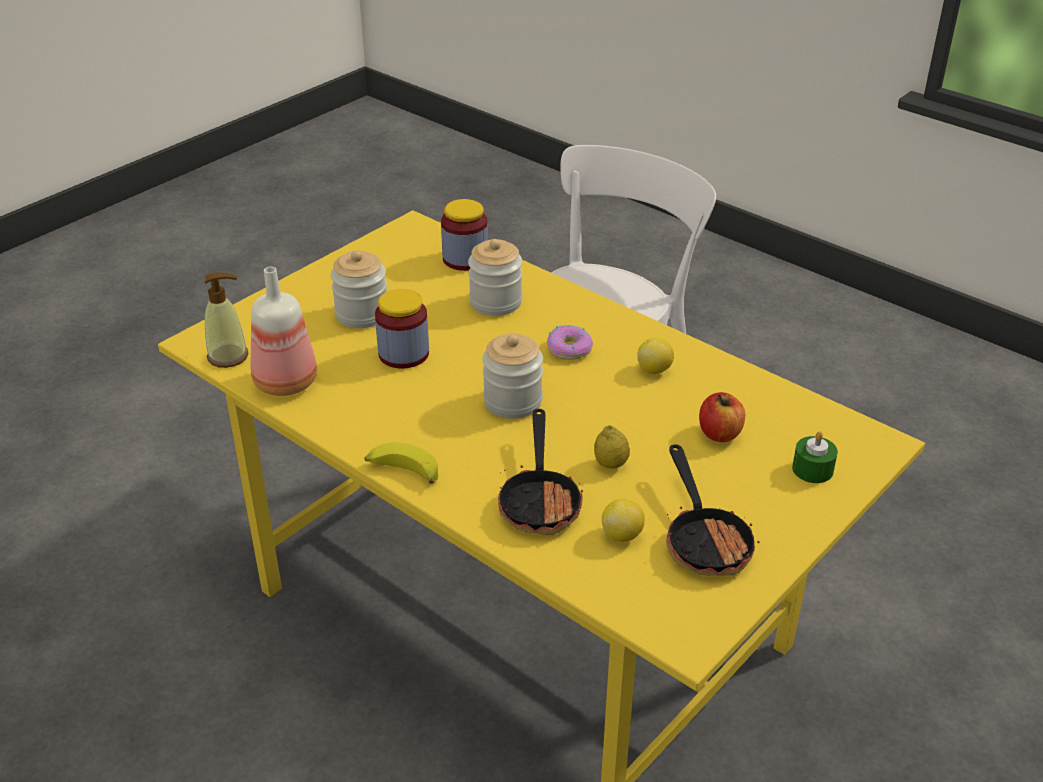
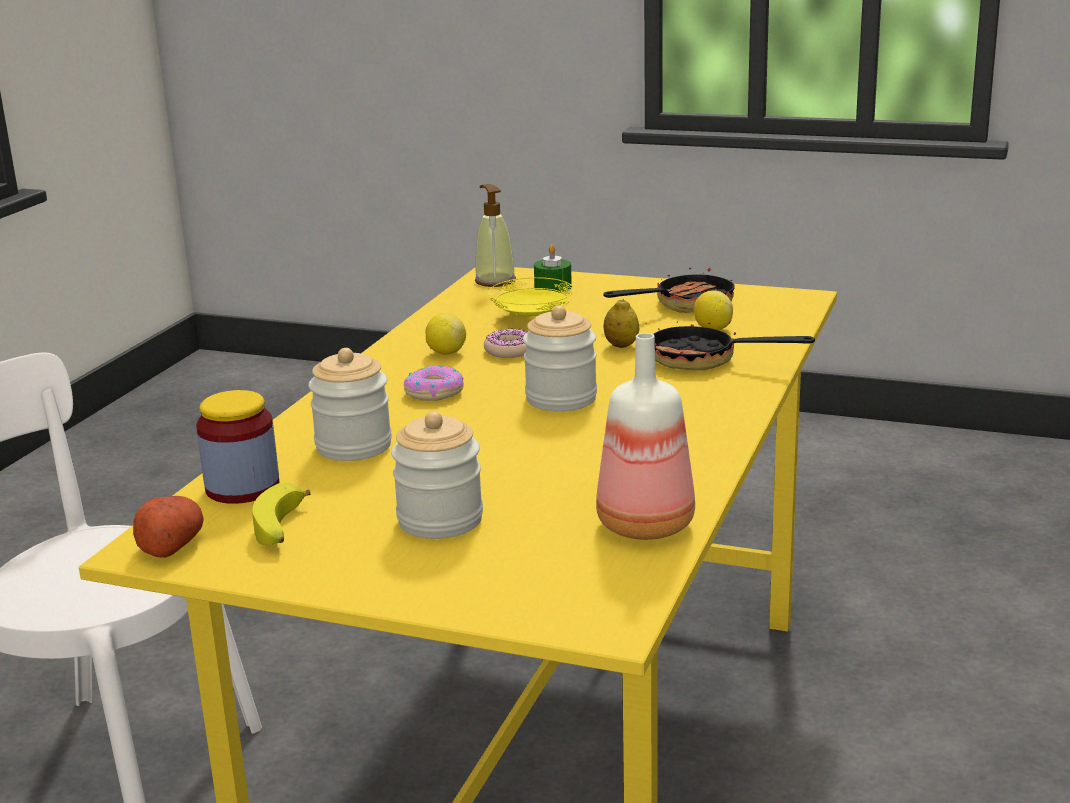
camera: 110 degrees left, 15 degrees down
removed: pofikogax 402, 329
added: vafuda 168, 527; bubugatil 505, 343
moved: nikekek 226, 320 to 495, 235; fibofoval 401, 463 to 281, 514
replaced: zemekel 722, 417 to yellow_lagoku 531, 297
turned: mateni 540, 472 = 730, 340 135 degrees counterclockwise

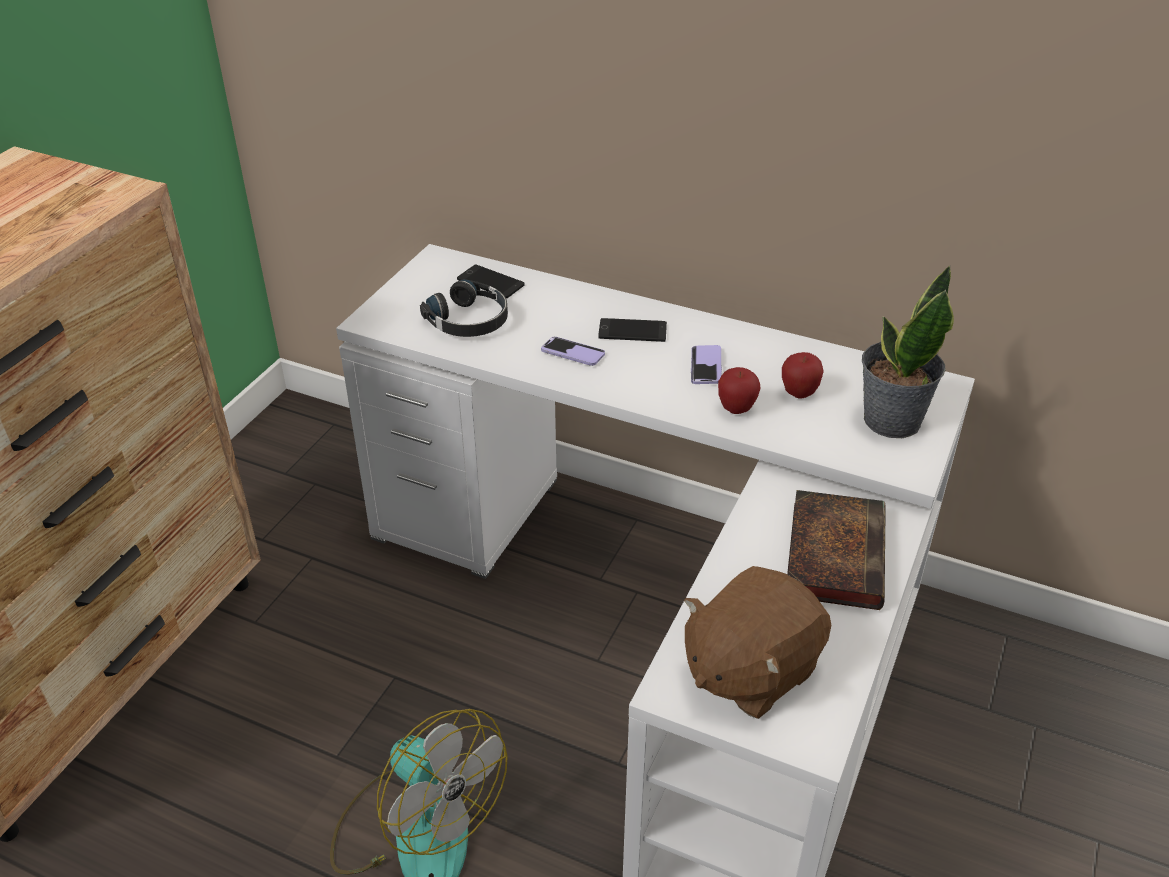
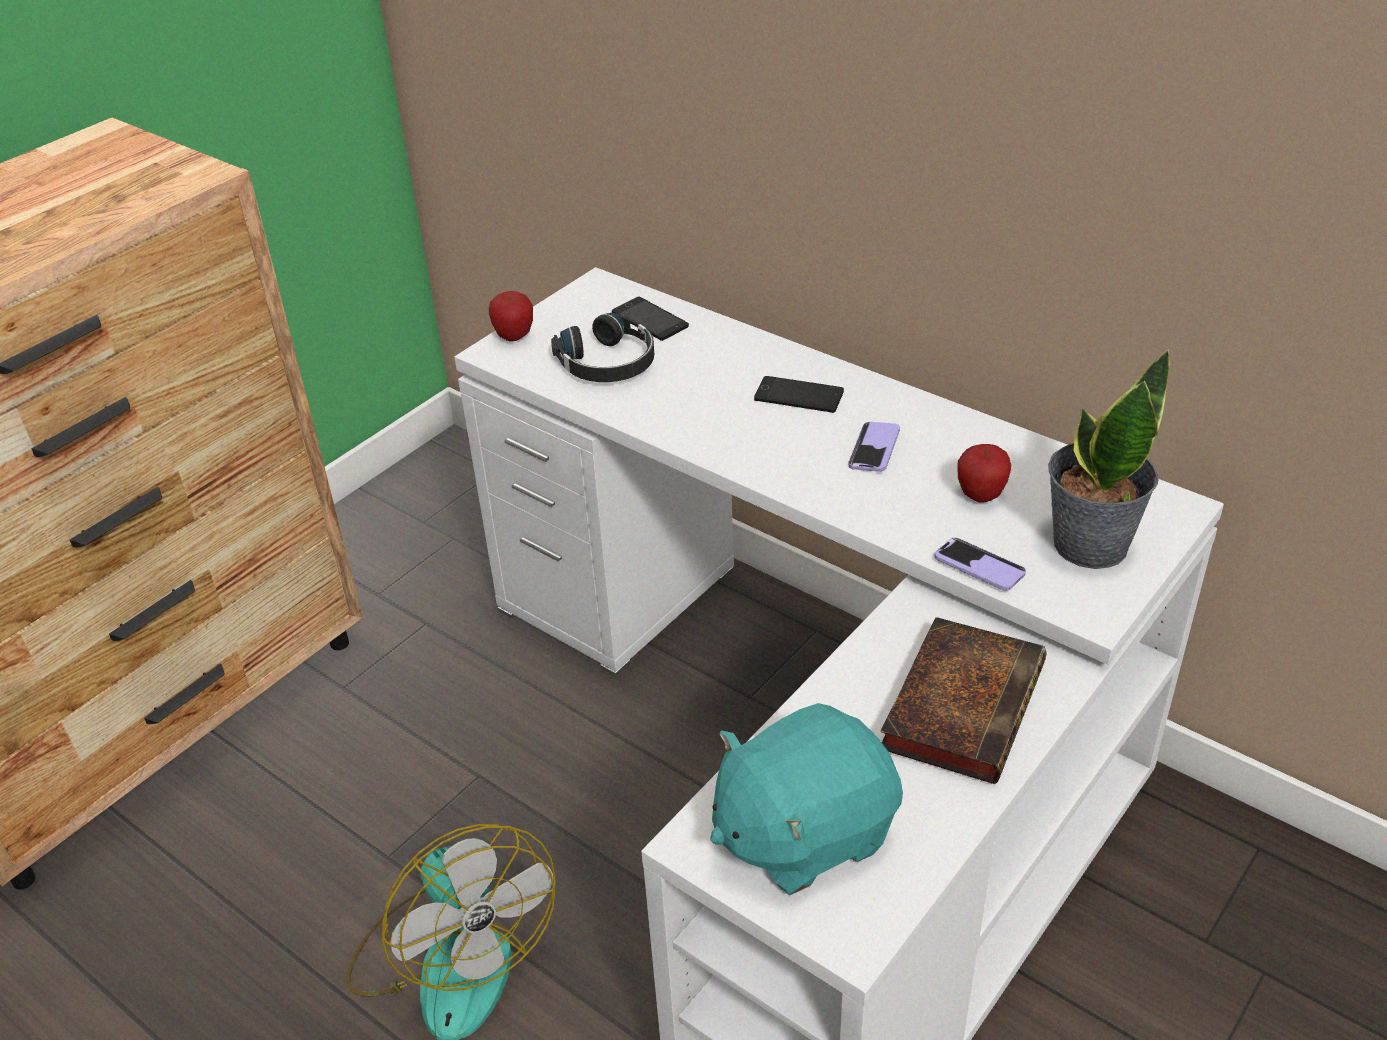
camera: 15 degrees right, 0 degrees up
moved: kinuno 573, 351 to 980, 564; zemekel 739, 390 to 511, 316
recoloured: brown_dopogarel 757, 642 to turquoise_dopogarel 806, 799

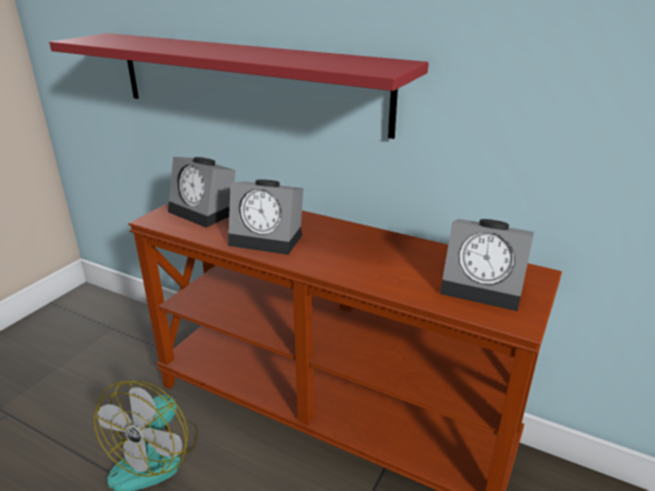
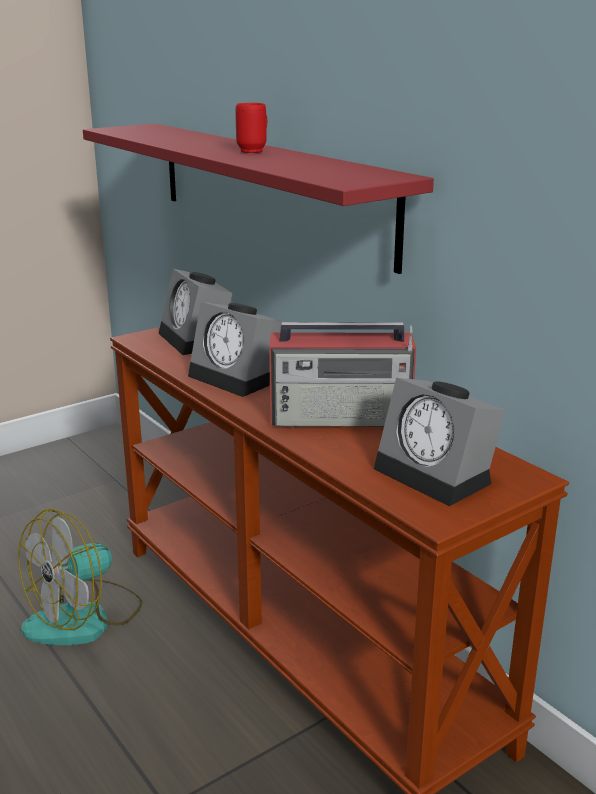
camera: 25 degrees right, 5 degrees down
added: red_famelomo 251, 128; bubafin 342, 375

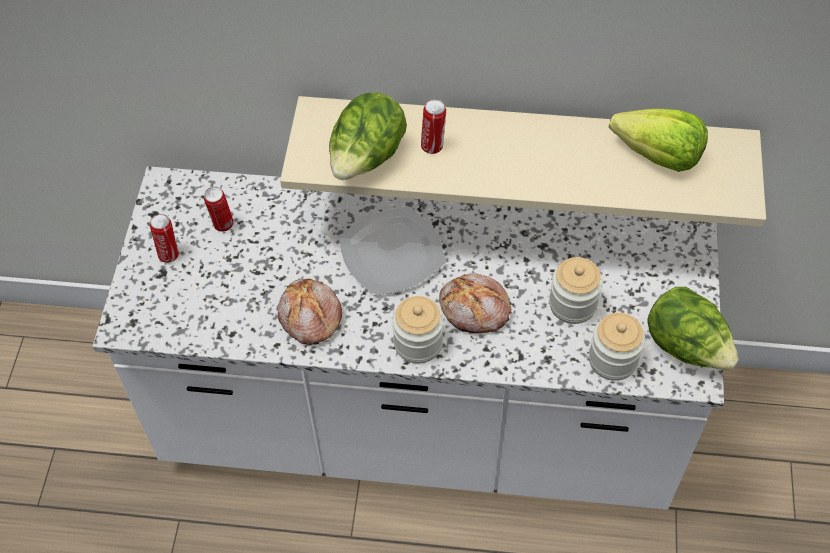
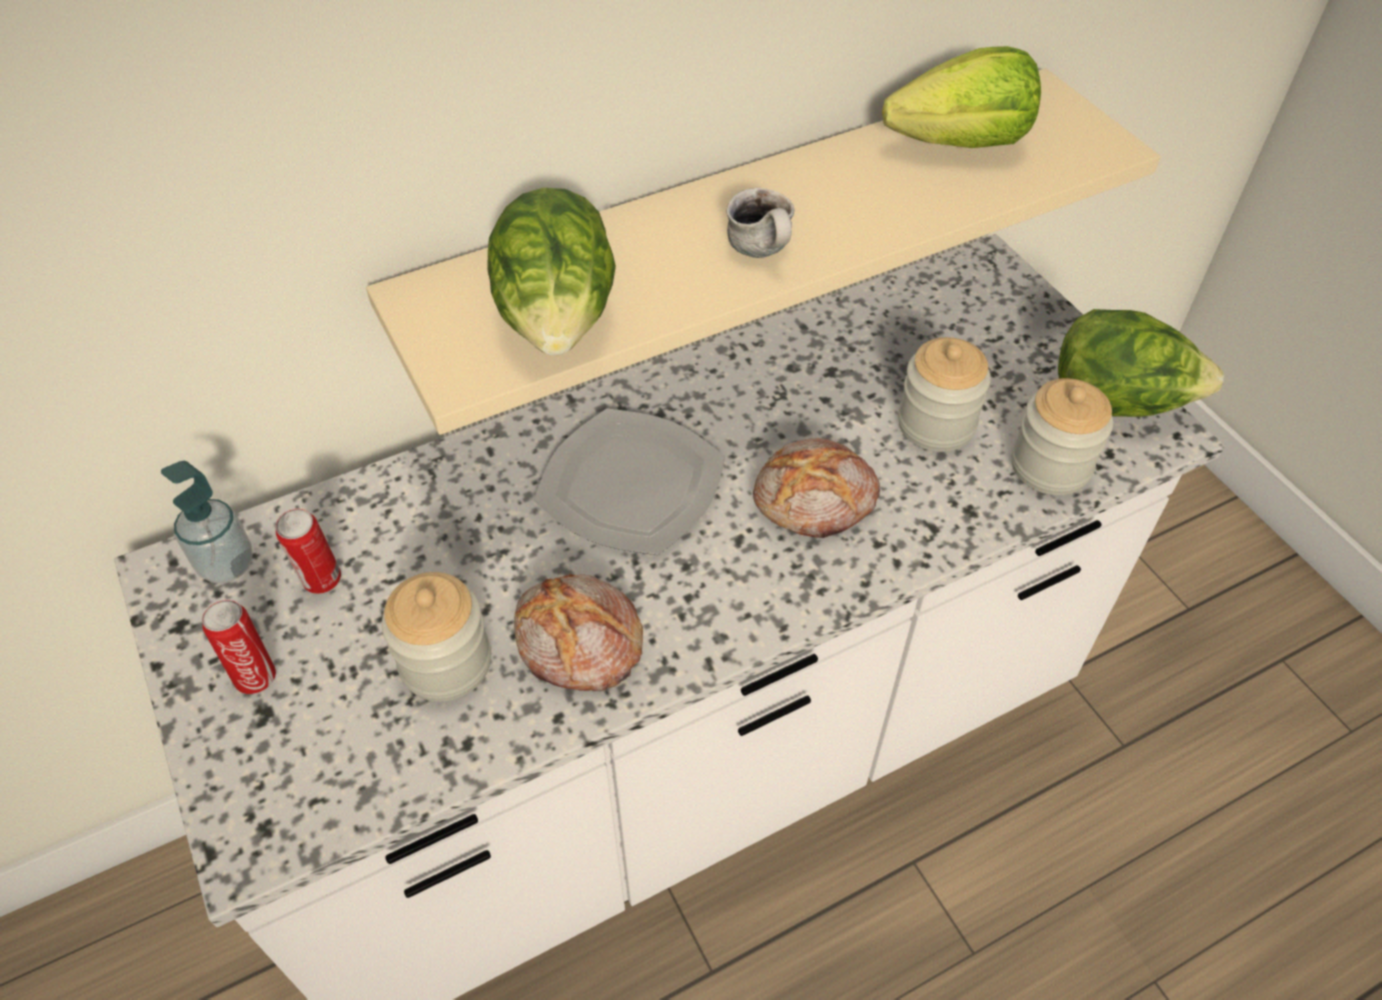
camera: 35 degrees left, 5 degrees down
removed: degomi 433, 126
added: nikekek 207, 522; famelomo 760, 223
moved: pofikogax 418, 329 to 436, 637

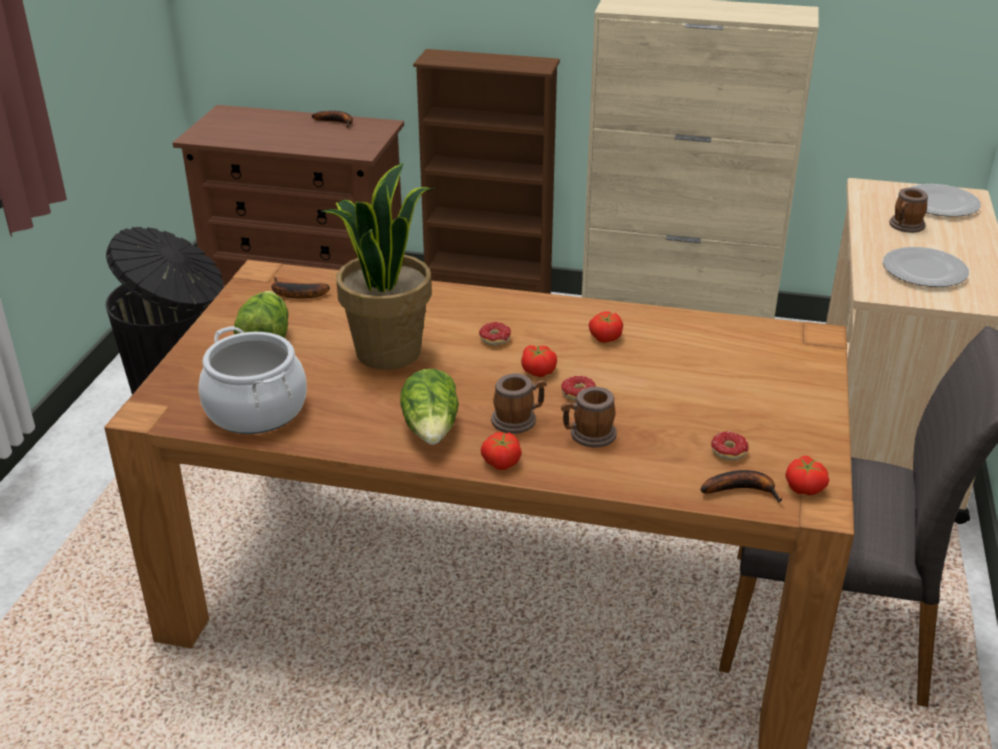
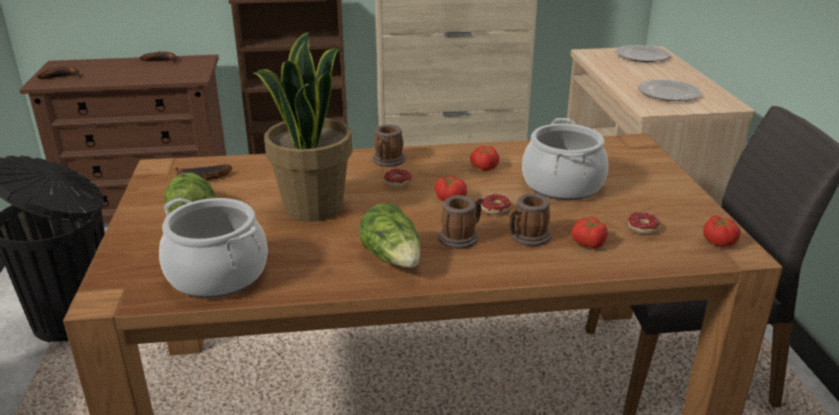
camera: 20 degrees left, 5 degrees down
added: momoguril 565, 159
moved: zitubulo 501, 451 to 589, 232; fibofoval 741, 486 to 59, 73; famelomo 908, 210 to 389, 145

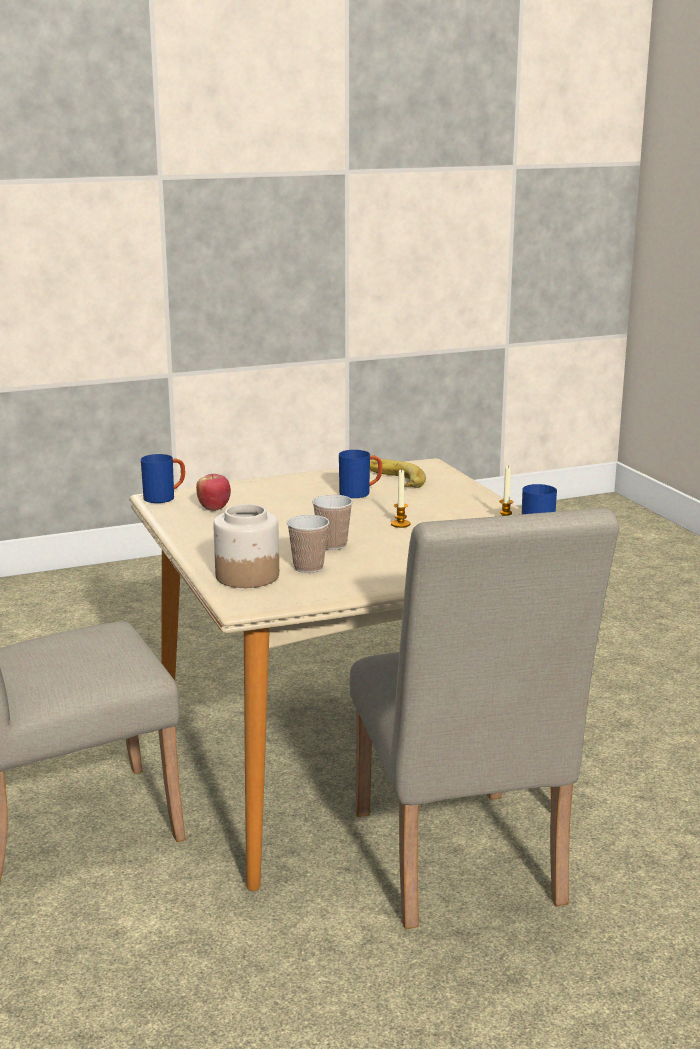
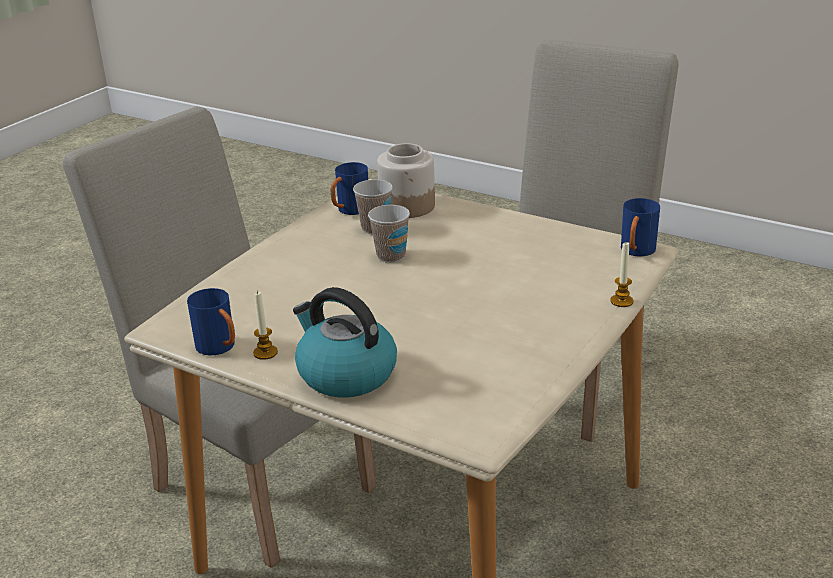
camera: 145 degrees right, 10 degrees up
removed: zemekel 213, 492; fibofoval 398, 474
added: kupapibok 345, 342
moved: blue_famelomo 360, 474 to 349, 188; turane 400, 498 to 622, 274

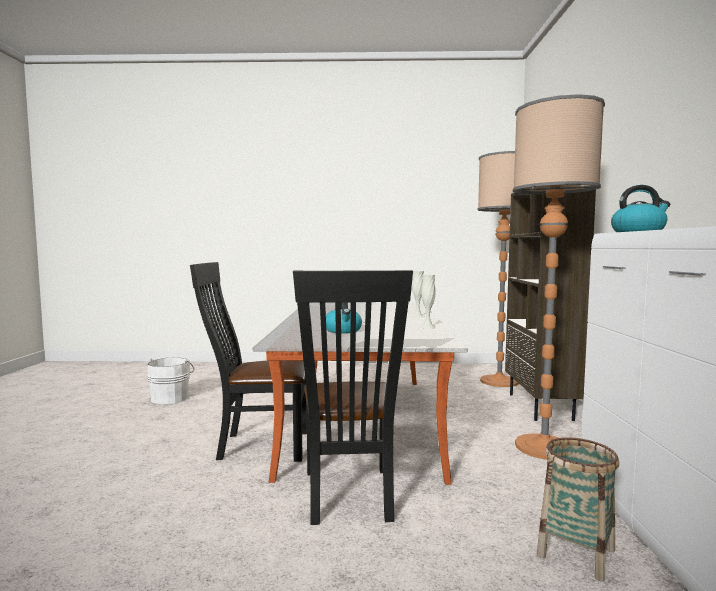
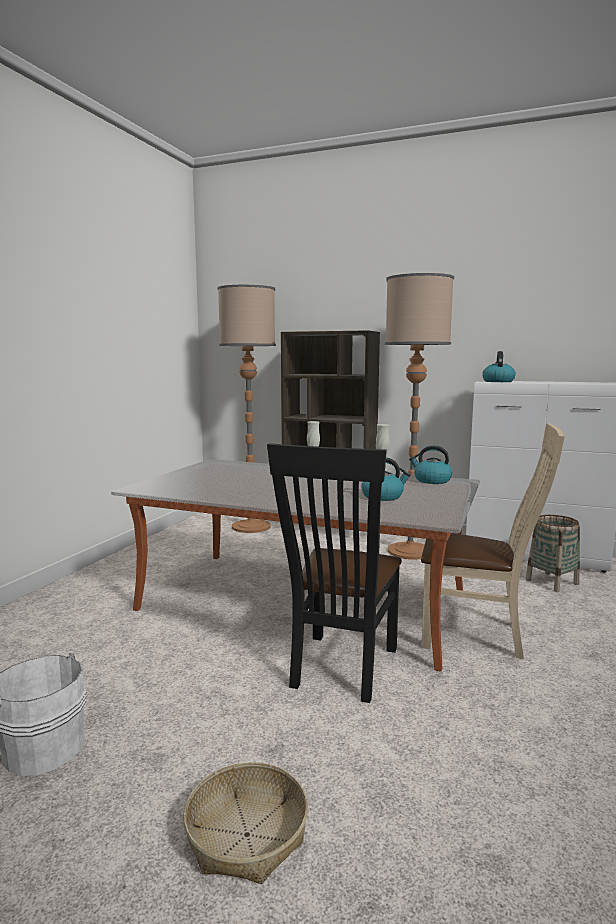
camera: 70 degrees left, 5 degrees up
added: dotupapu 245, 823; kupapibok 430, 464
recoloured: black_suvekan 353, 397 to beige_suvekan 493, 541

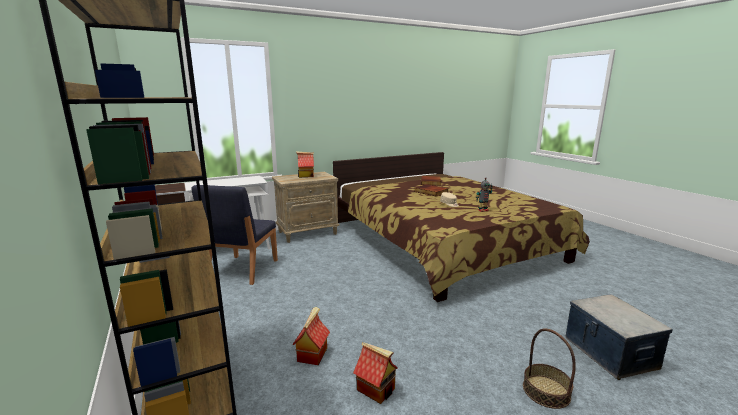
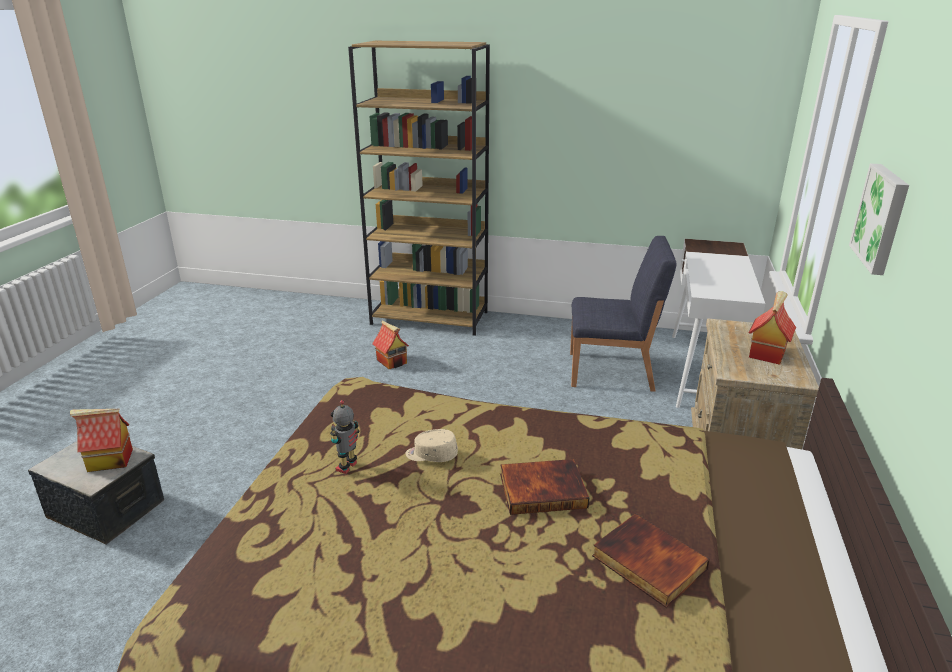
camera: 130 degrees right, 10 degrees up
removed: dotupapu 549, 368
added: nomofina 879, 219
moved: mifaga 375, 373 to 101, 440
turned: blue_suvekan 234, 235 = 623, 314 135 degrees clockwise

